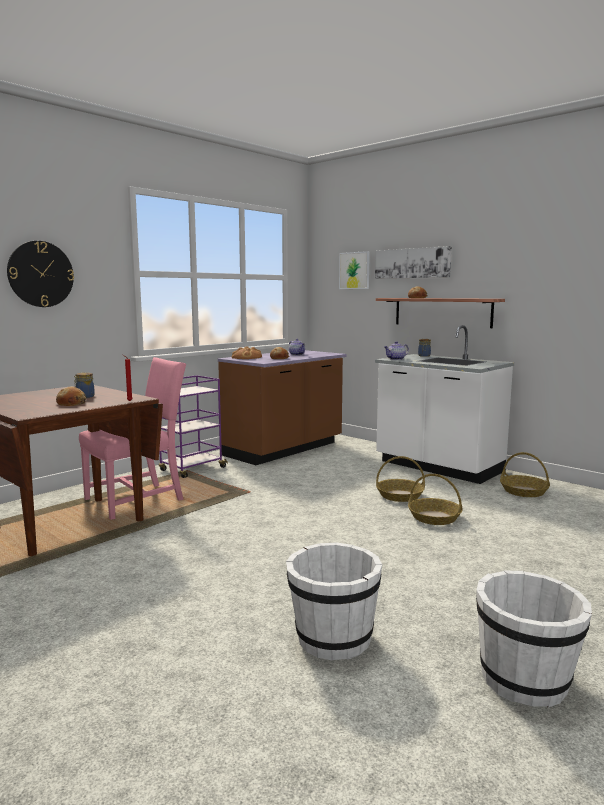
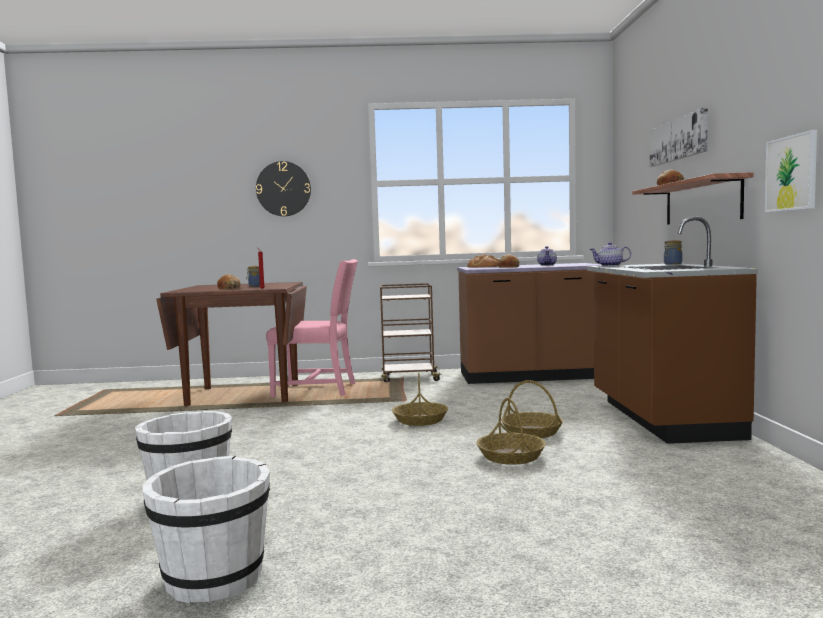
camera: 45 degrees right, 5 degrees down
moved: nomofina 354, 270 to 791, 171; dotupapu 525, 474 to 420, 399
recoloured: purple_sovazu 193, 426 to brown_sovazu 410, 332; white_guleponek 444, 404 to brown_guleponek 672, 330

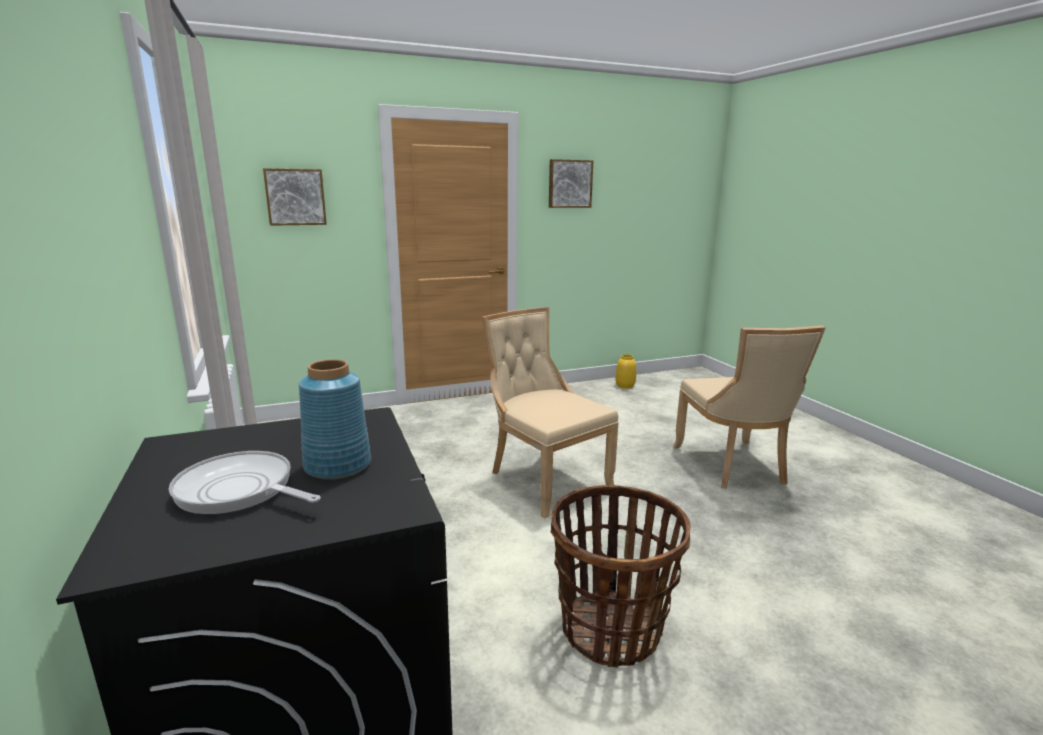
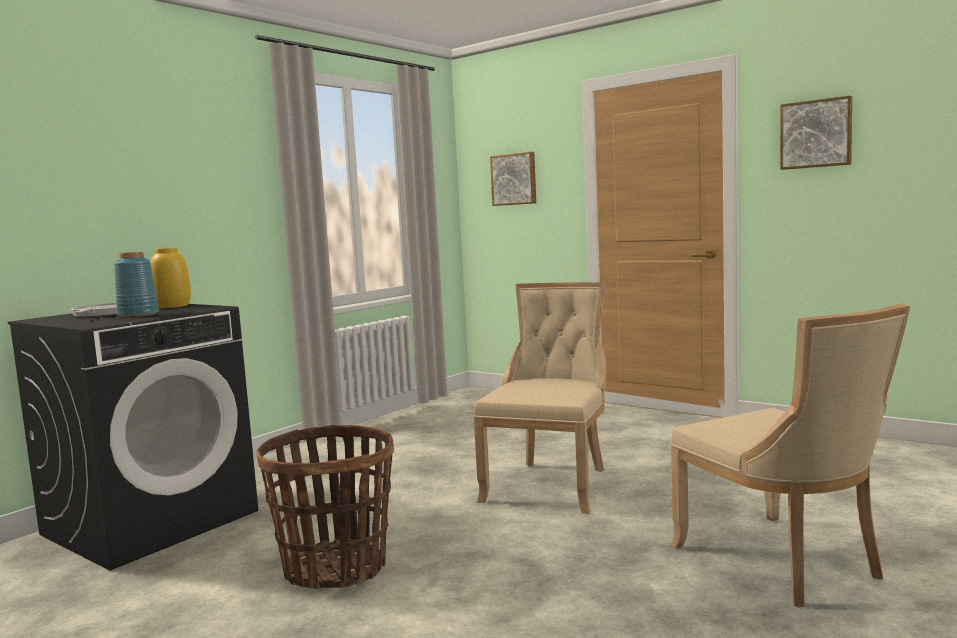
camera: 60 degrees right, 10 degrees down
moved: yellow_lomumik 626, 371 to 170, 277
turned: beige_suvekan 749, 407 = 790, 455 75 degrees counterclockwise

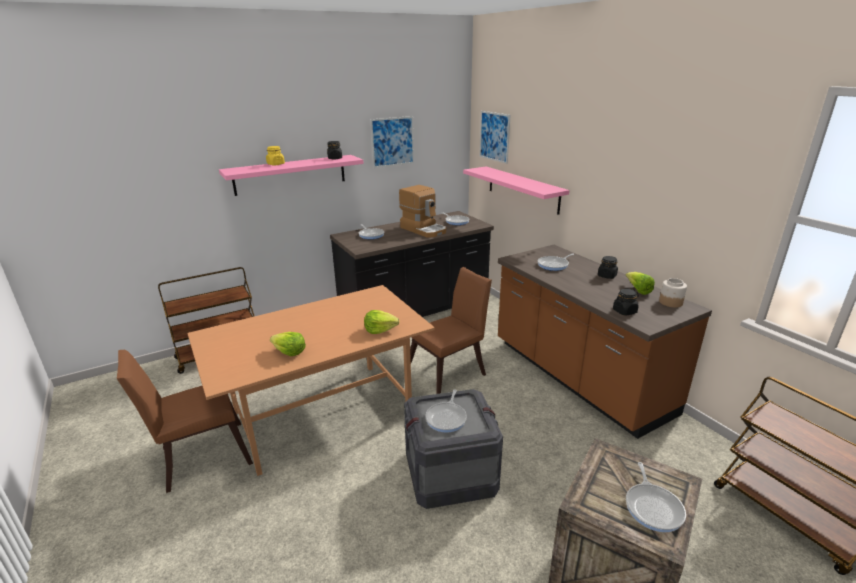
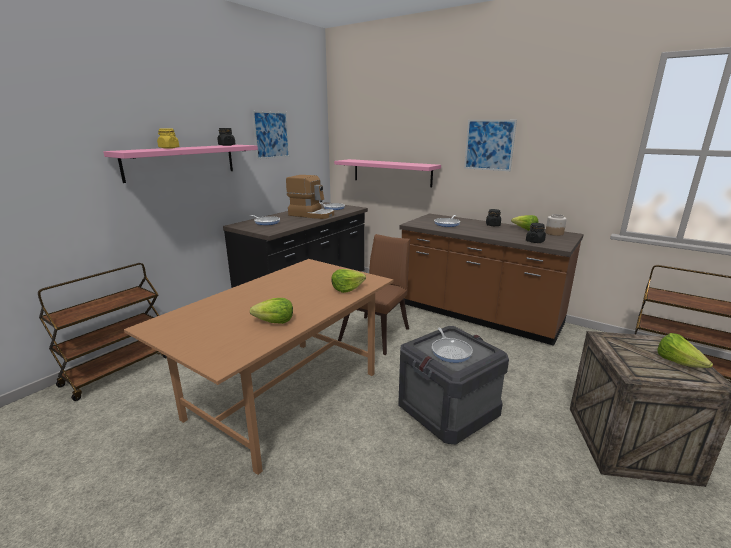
camera: 25 degrees left, 5 degrees down
removed: brown_suvekan 185, 421
moved: nomofina 495, 137 to 490, 145
replaced: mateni 656, 497 to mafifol 685, 350

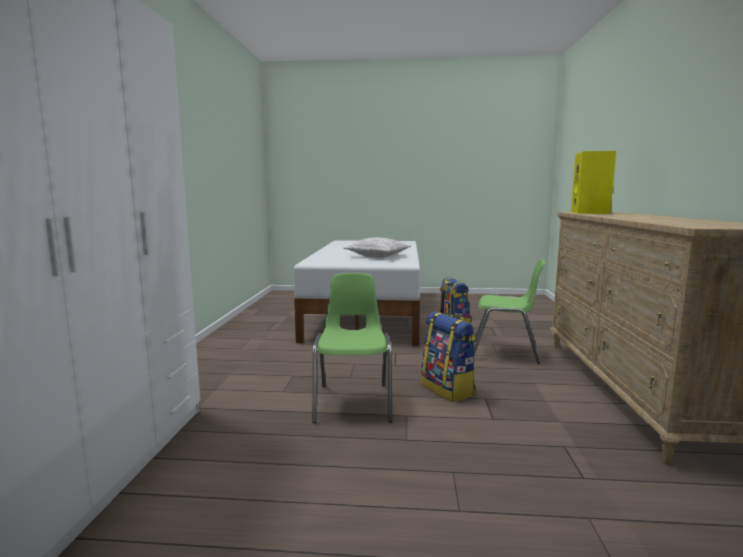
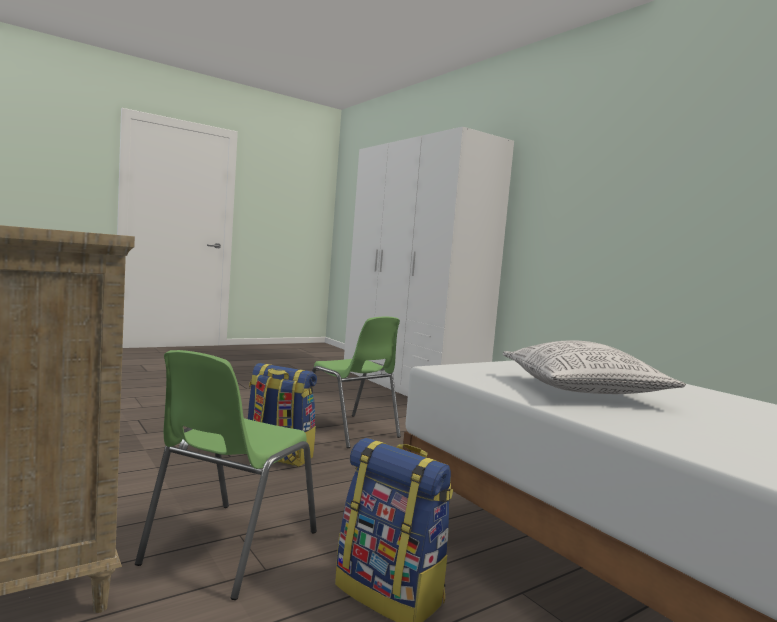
camera: 140 degrees right, 5 degrees down
removed: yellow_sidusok 593, 182
turned: green_suvekan 509, 311 = 226, 475 45 degrees counterclockwise

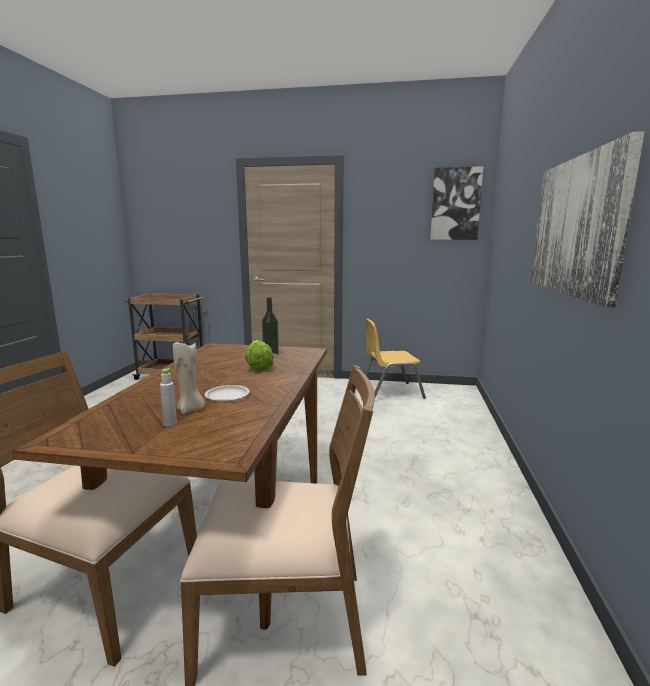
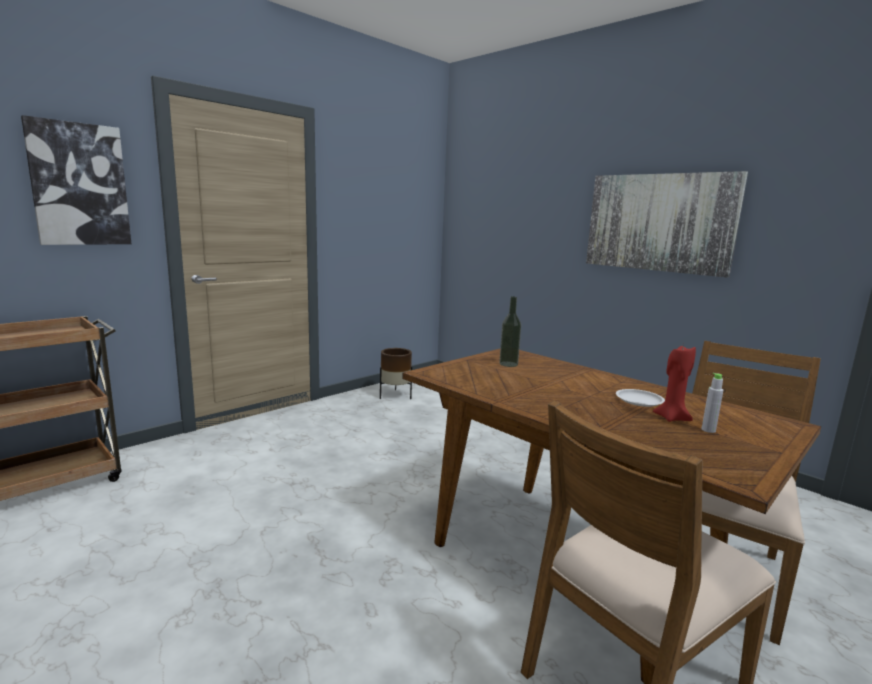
camera: 55 degrees left, 0 degrees up
removed: mafifol 259, 355
moved: nomofina 456, 203 to 76, 180
replaced: yellow_suvekan 395, 359 to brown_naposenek 396, 373
recoloured: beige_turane 189, 378 to red_turane 674, 383

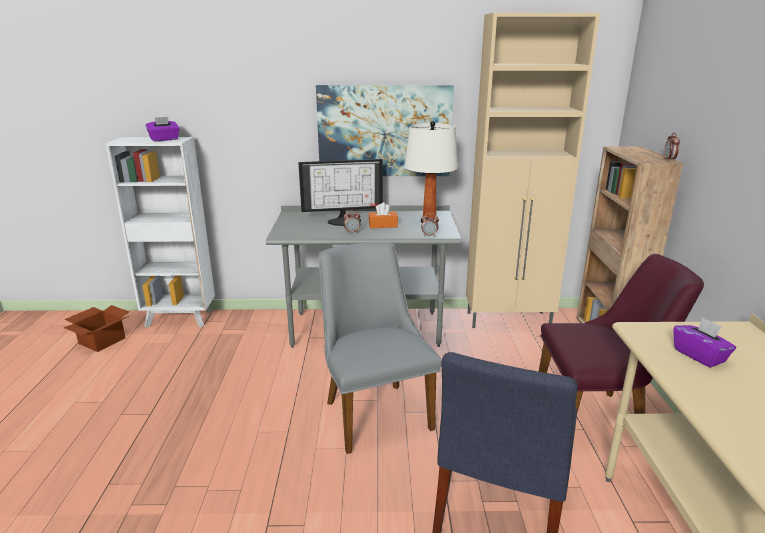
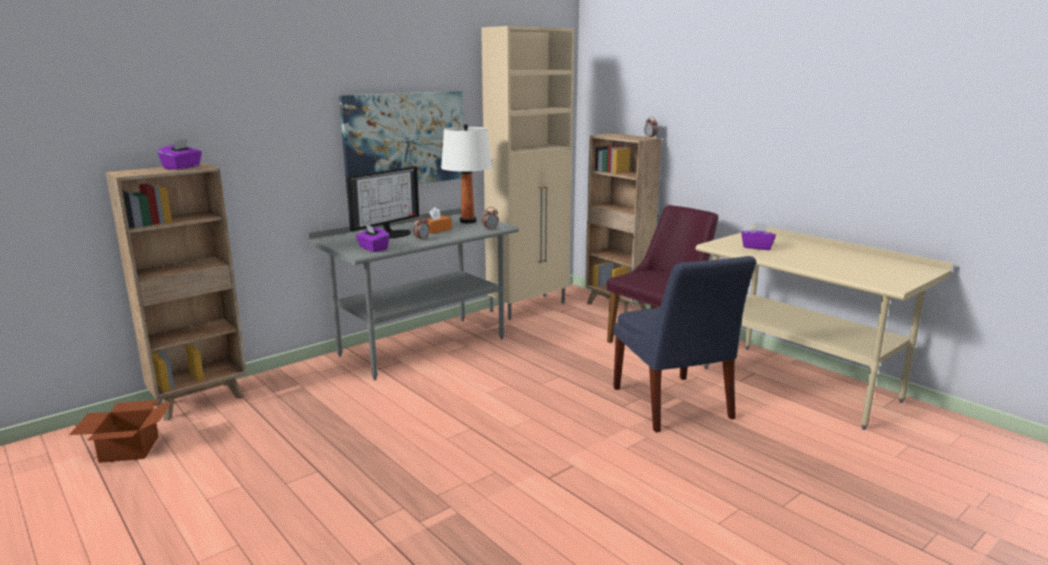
camera: 40 degrees left, 5 degrees down
removed: grey_suvekan 380, 348
added: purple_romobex 373, 238
recoloured: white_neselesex 160, 232 to brown_neselesex 176, 292

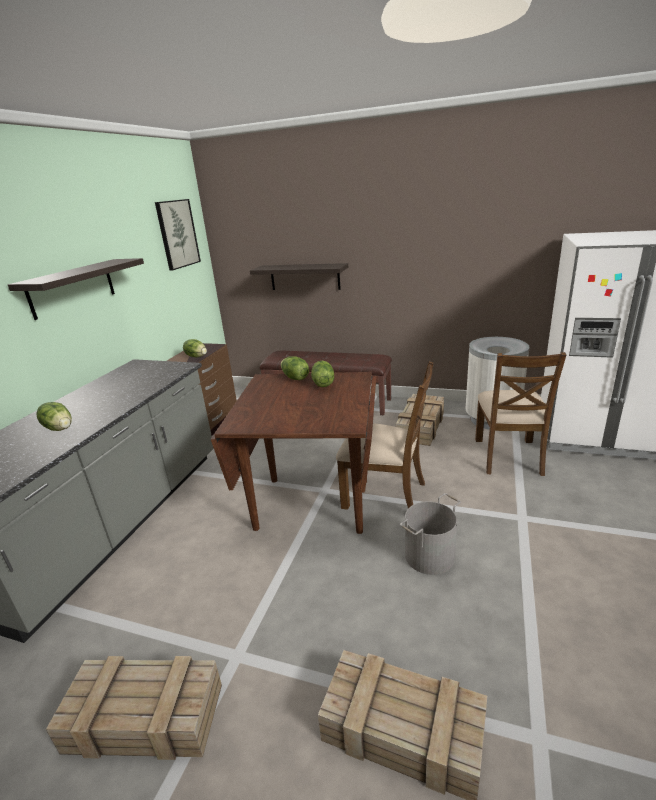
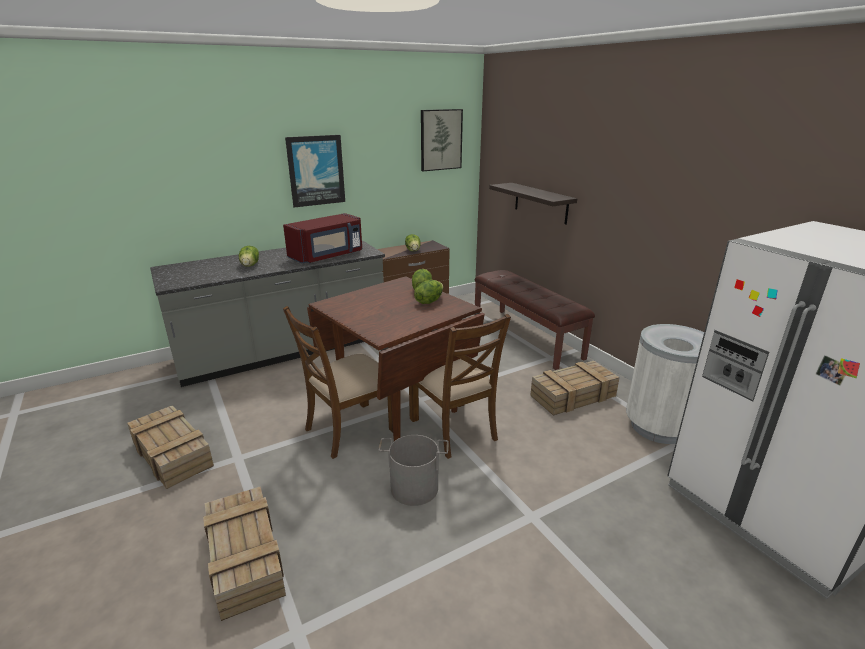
camera: 40 degrees right, 0 degrees up
added: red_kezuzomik 322, 238
moved: brown_suvekan 520, 414 to 338, 382
replaced: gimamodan 76, 289 to nomofina 315, 171

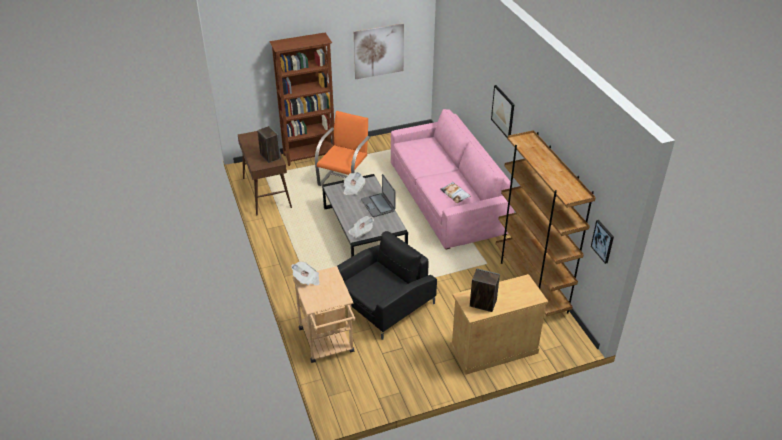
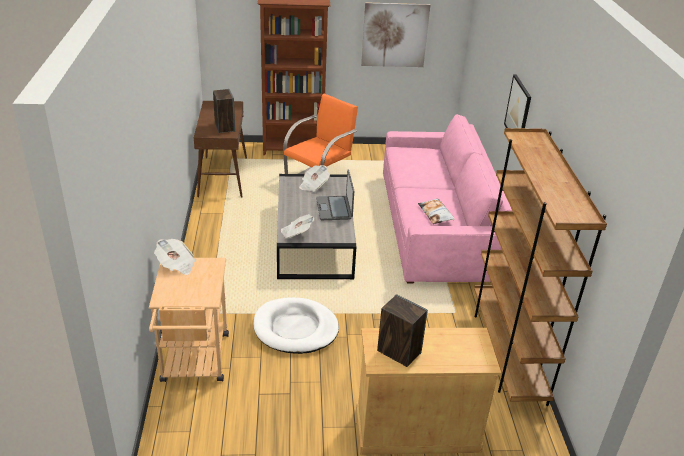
camera: 15 degrees right, 5 degrees down
removed: nomofina 602, 242
replaced: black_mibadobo 387, 285 to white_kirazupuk 296, 325

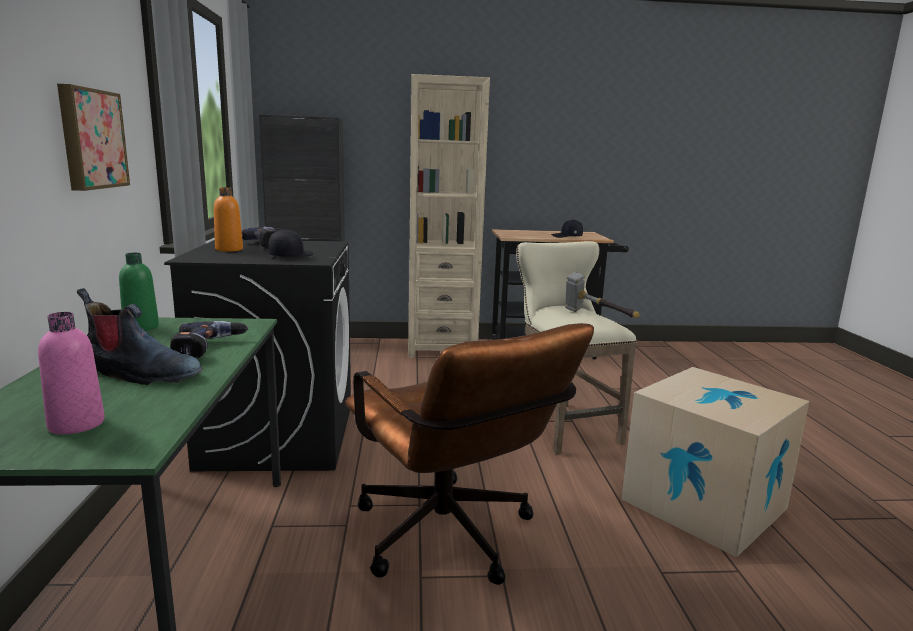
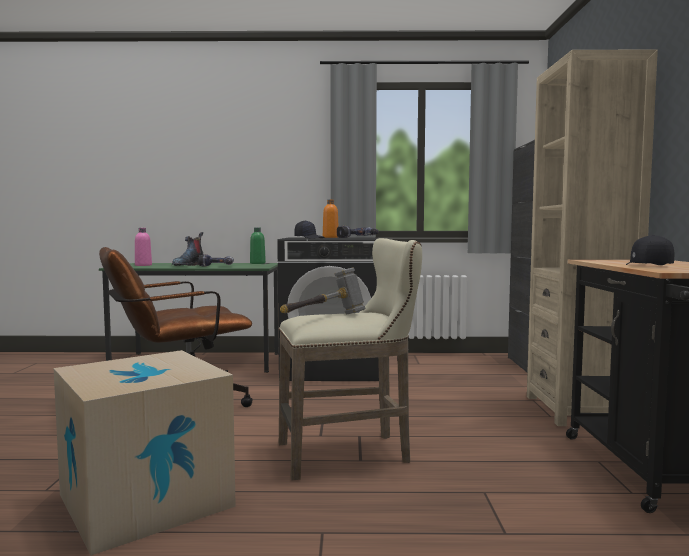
camera: 95 degrees right, 10 degrees down
removed: nomofina 93, 137

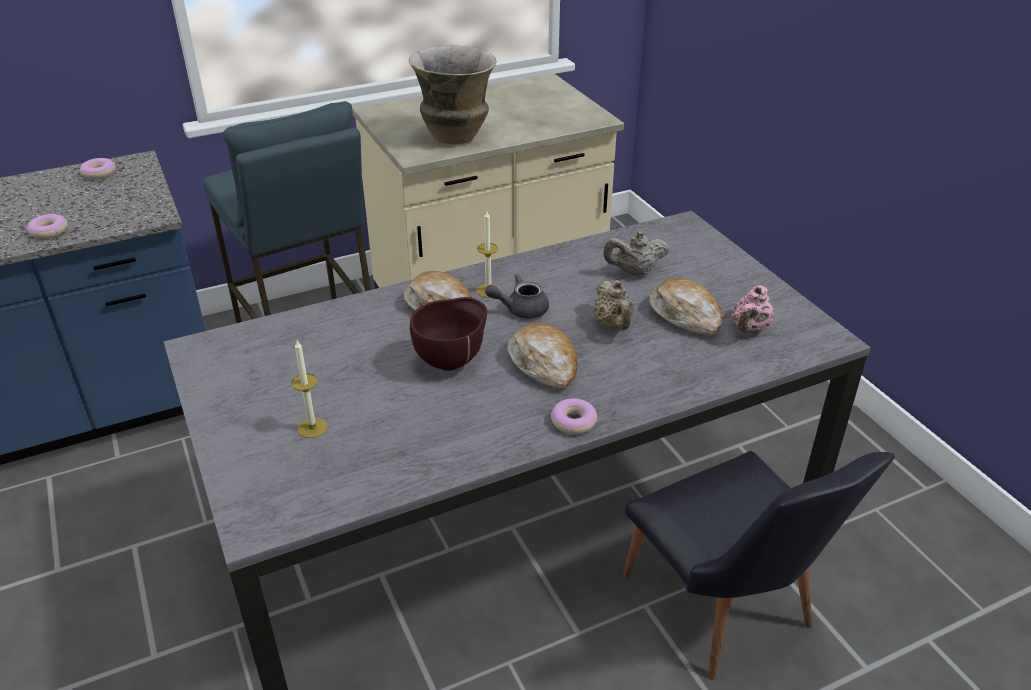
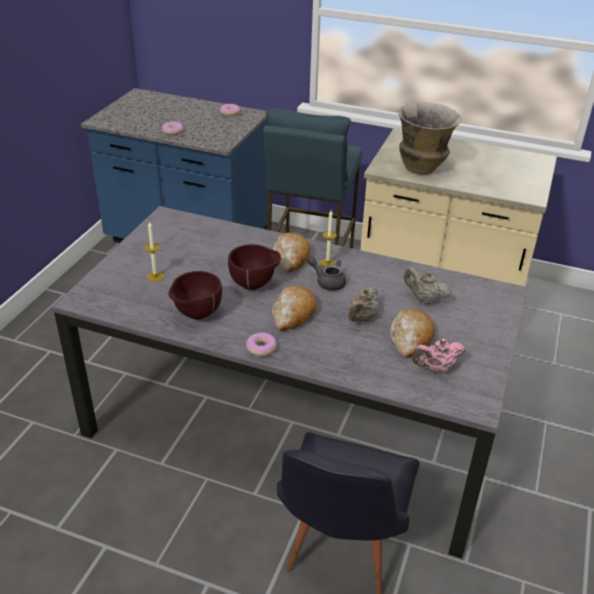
camera: 45 degrees right, 0 degrees up
added: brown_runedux 195, 295

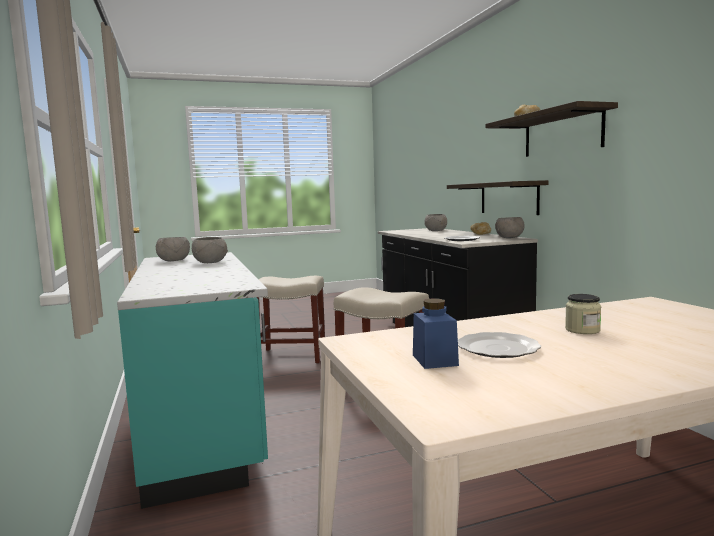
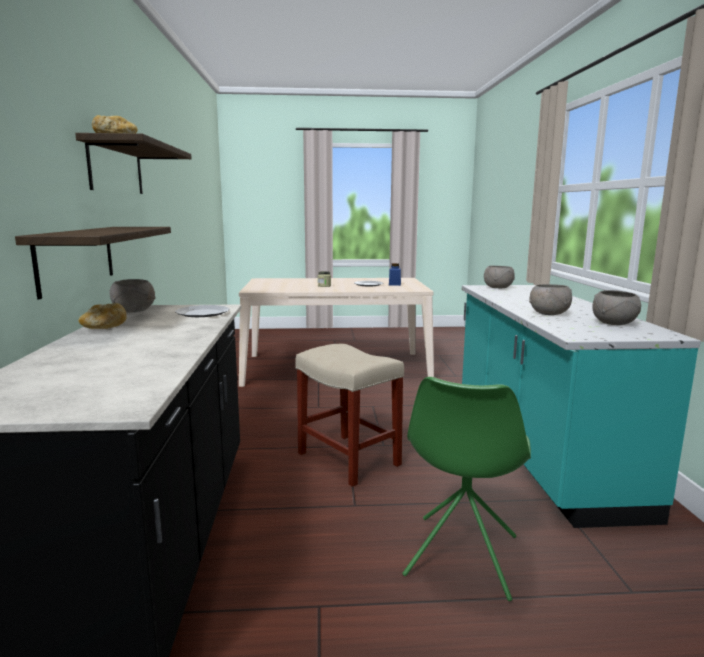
camera: 165 degrees left, 5 degrees up
moved: grey_runedux 435, 222 to 499, 277
replaced: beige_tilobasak 291, 319 to green_suvekan 466, 489

